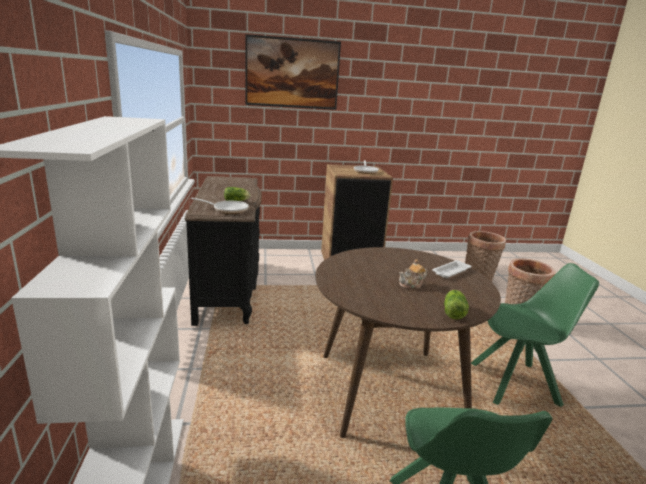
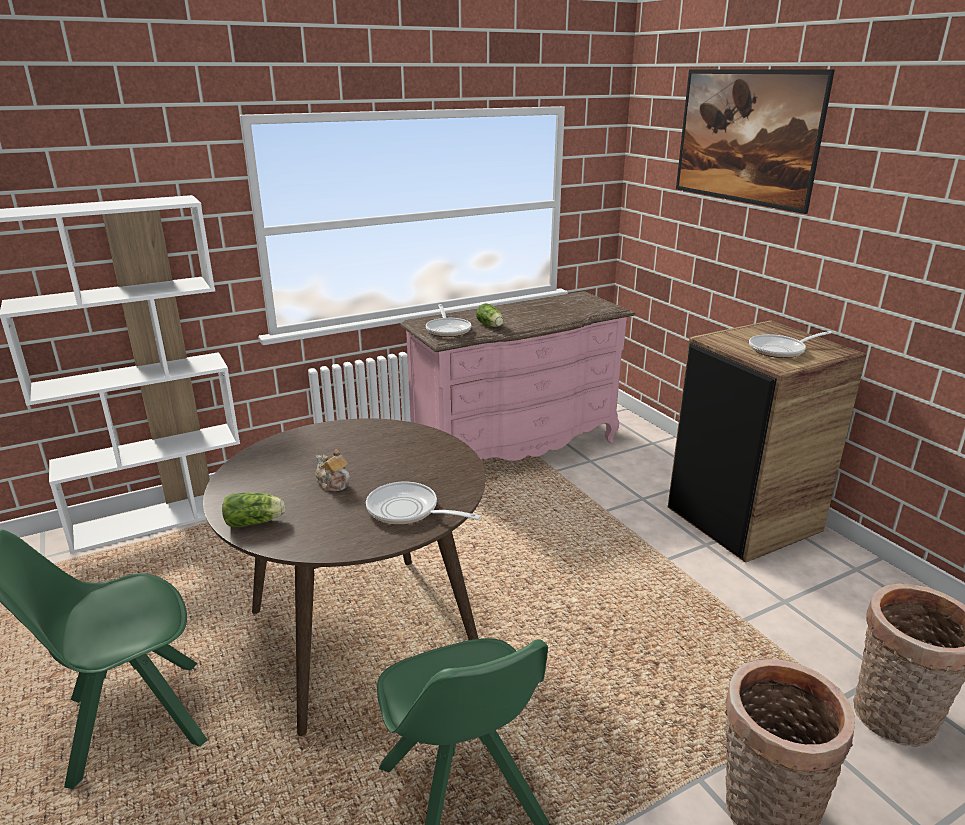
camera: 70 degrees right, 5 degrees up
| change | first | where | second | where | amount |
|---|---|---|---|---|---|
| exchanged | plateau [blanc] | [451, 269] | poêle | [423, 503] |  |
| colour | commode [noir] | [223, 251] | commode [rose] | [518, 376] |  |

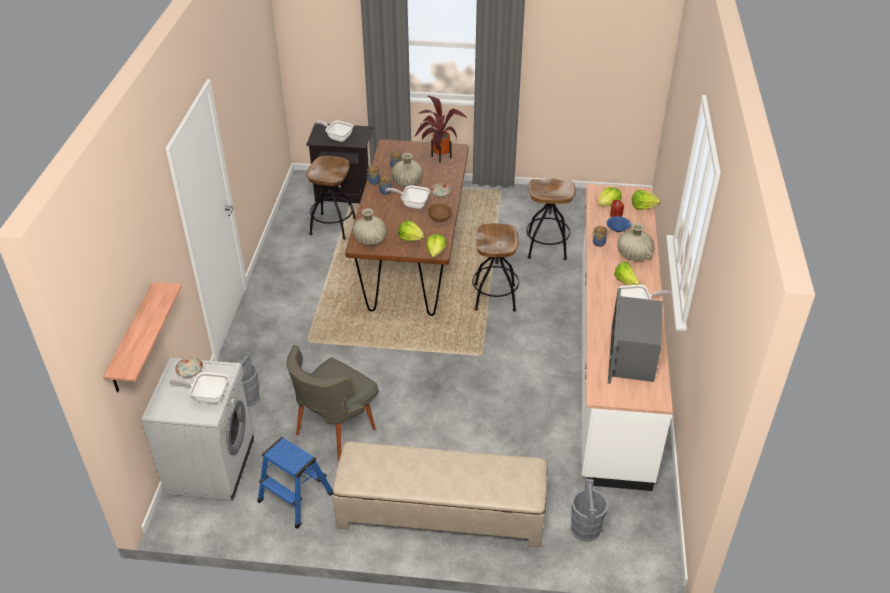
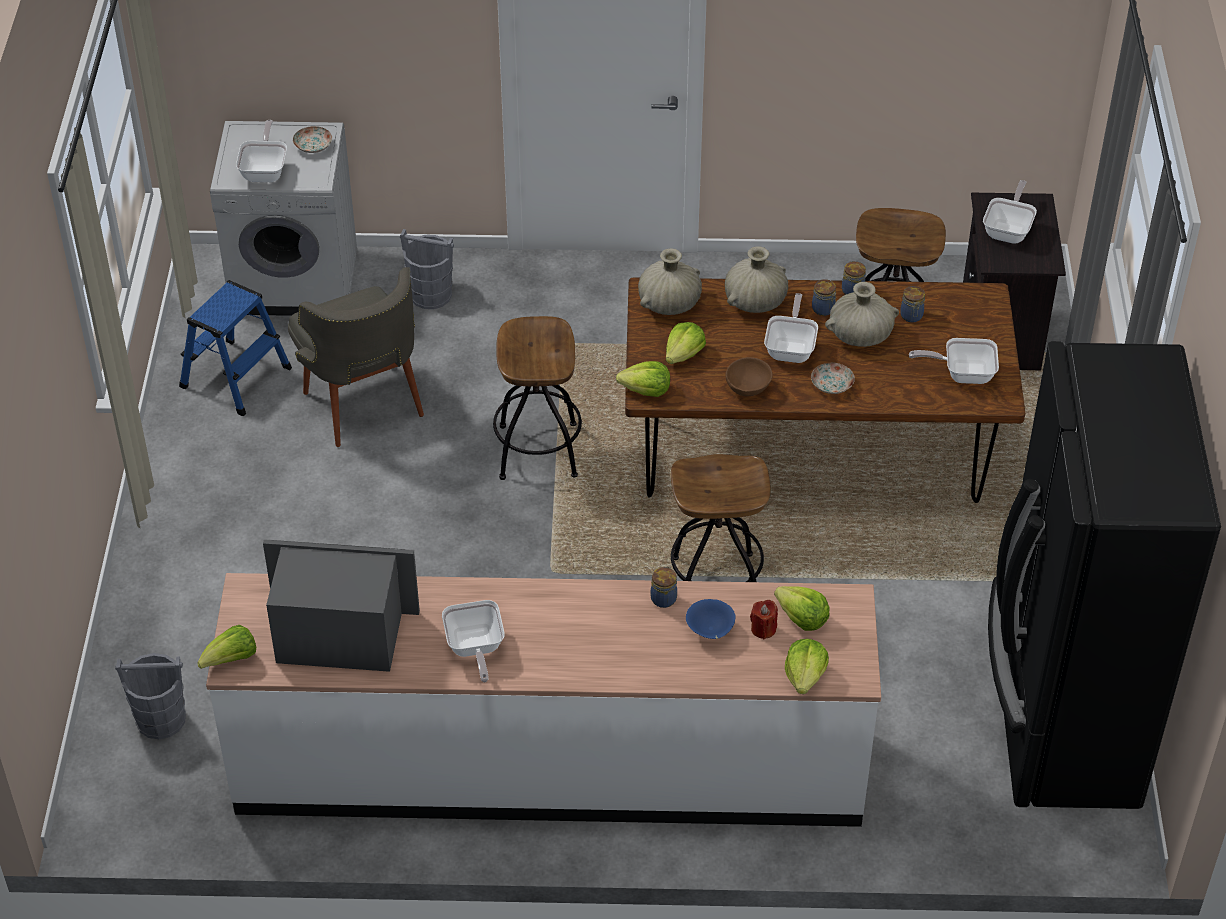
camera: 85 degrees right, 5 degrees up
| change | first | where | second | where | amount |
|---|---|---|---|---|---|
| missing | étagère | [142, 337] |  |  |  |
| missing | banc [beige] | [440, 494] |  |  |  |
| appeared |  |  | réfrigérateur [noir] | [1104, 575] |  |
| relocated | tabouret [marron] | [551, 219] |  | [537, 398] |  |
| relocated | laitue | [627, 273] |  | [226, 647] |  |
| relocated | vase [beige] | [635, 242] |  | [756, 279] |  |
| exchanged | plante en pot | [440, 129] | poêle | [954, 361] |  |
| spun | chaise [gris] | [332, 403] |  | [356, 357] | 150 degrees counterclockwise |

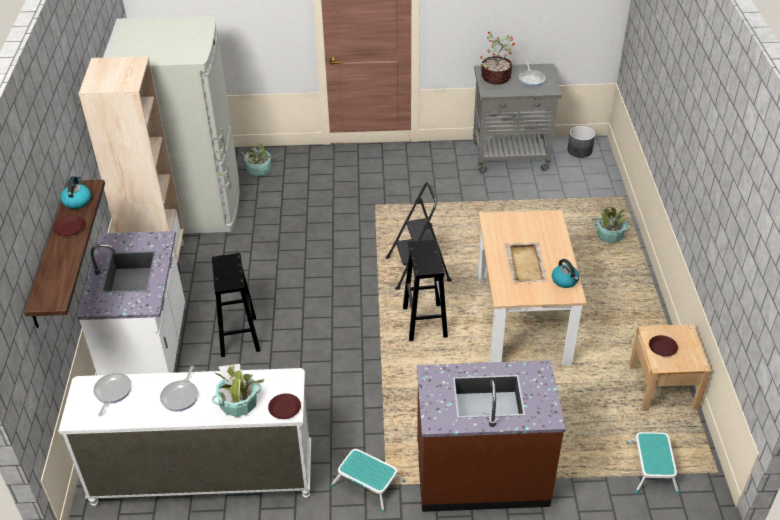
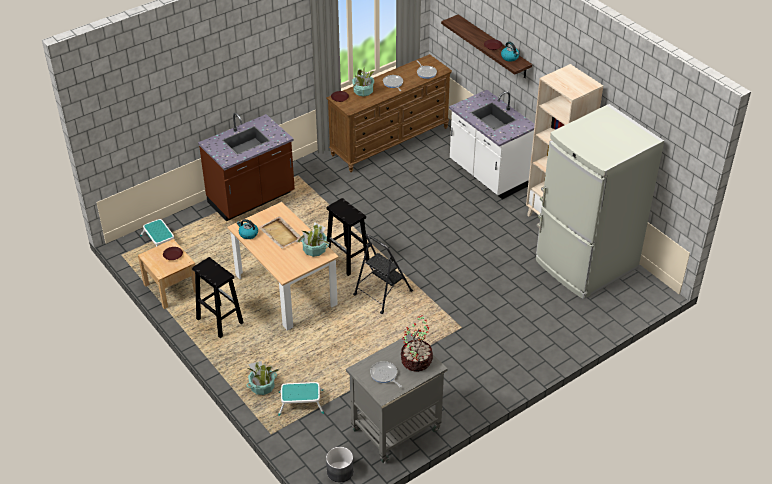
camera: 145 degrees right, 0 degrees up
| change | first | where | second | where | amount |
|---|---|---|---|---|---|
| relocated | tabouret [noir] | [236, 305] |  | [218, 297] |  |
| relocated | plante en pot | [260, 159] |  | [313, 239] |  |
| relocated | escabeau [turquoise] | [368, 481] |  | [301, 399] |  |
| colour | commode [blanc] | [184, 437] | commode [marron] | [389, 113] |  |

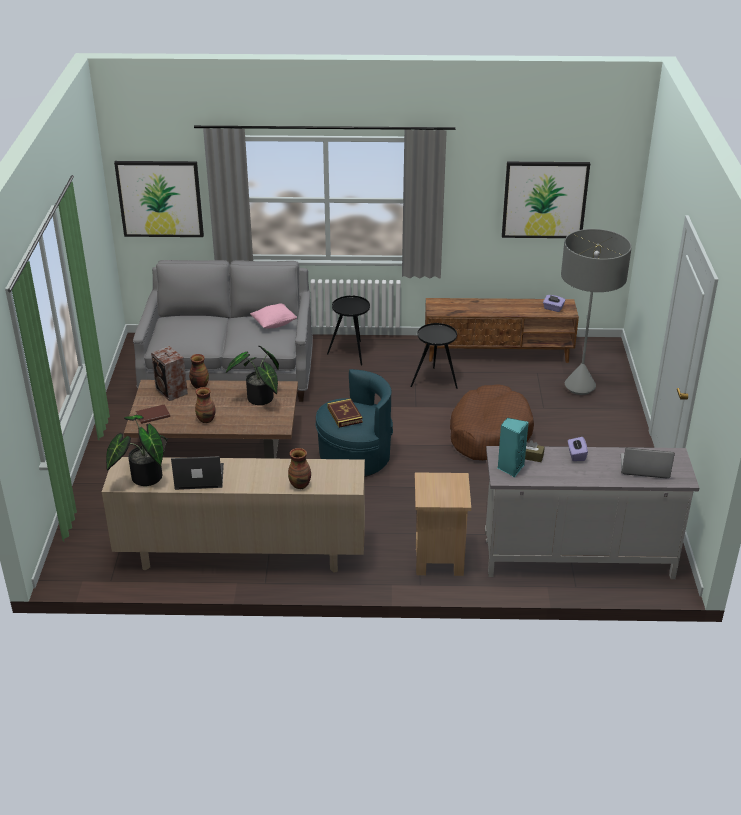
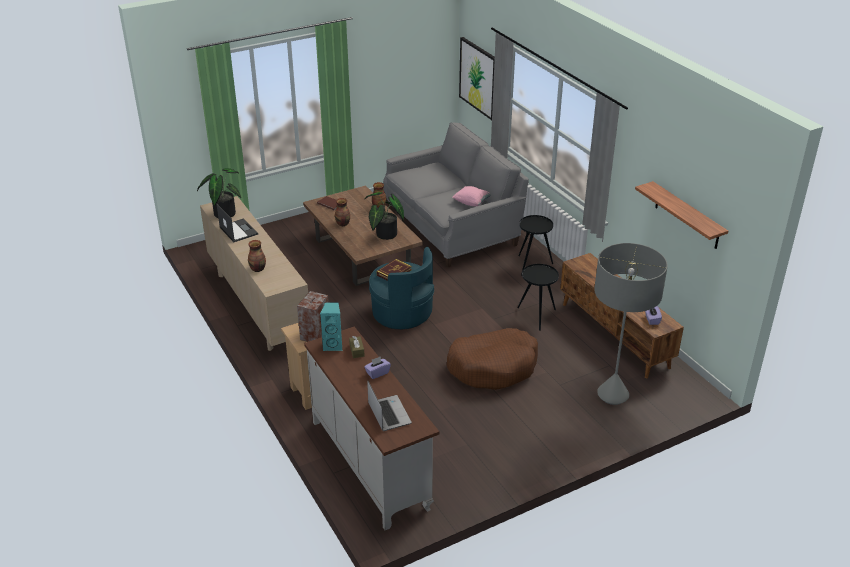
camera: 60 degrees right, 0 degrees up
| change | first | where | second | where | amount |
|---|---|---|---|---|---|
| relocated | enceinte | [169, 373] |  | [313, 316] |  |
| exchanged | tableau | [546, 200] | étagère | [681, 215] |  |
| colour | commode [gris] | [592, 512] | commode [marron] | [371, 428] |  |

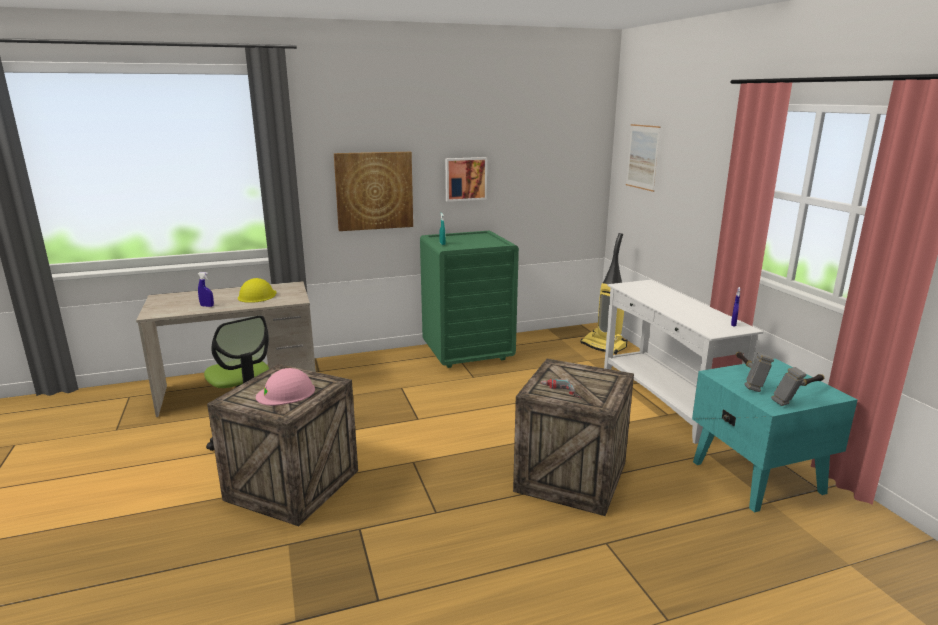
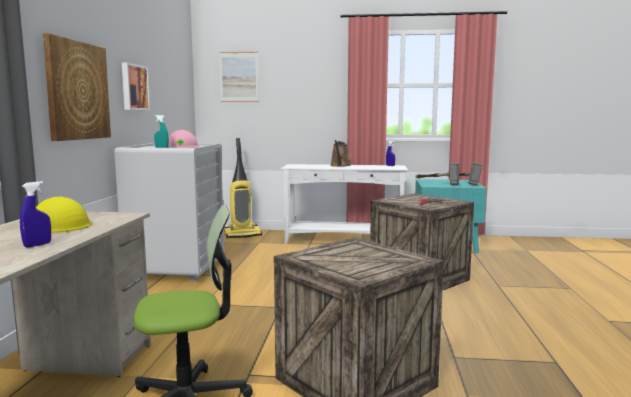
camera: 65 degrees left, 10 degrees down
| change | first | where | second | where | amount |
|---|---|---|---|---|---|
| appeared |  |  | arrosoir [marron] | [340, 153] |  |
| relocated | casque de chantier [rose] | [285, 387] |  | [183, 139] |  |
| colour | commode [vert] | [469, 299] | commode [gris] | [169, 212] |  |

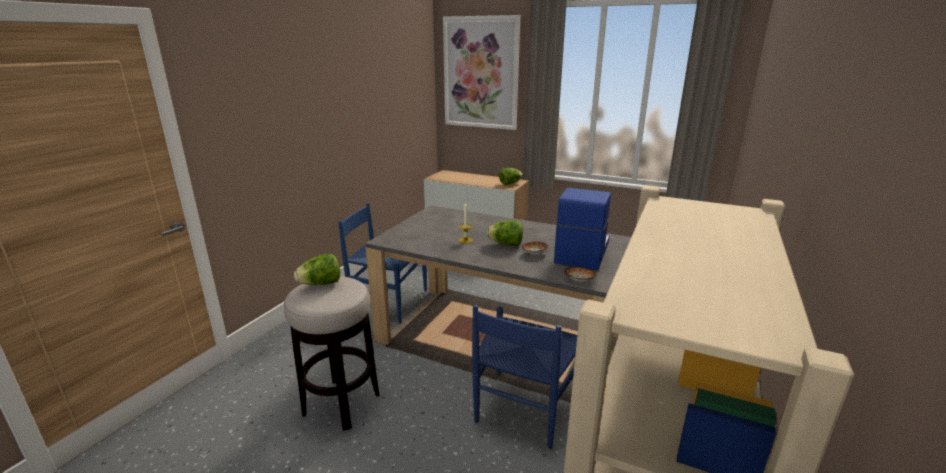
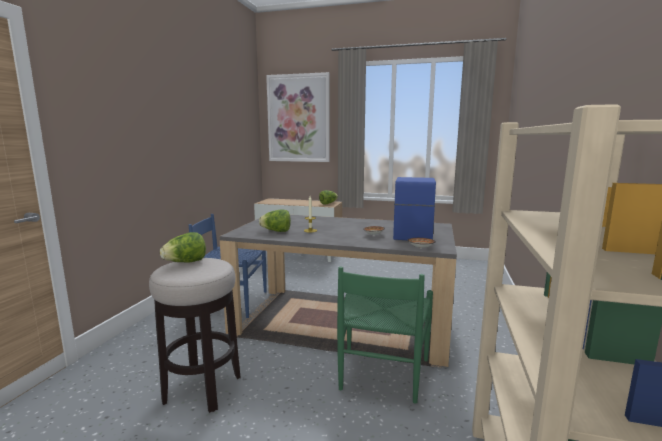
camera: 10 degrees left, 10 degrees down
| change | first | where | second | where | amount |
|---|---|---|---|---|---|
| relocated | laitue | [505, 233] |  | [275, 220] |  |
| colour | chaise [bleu] | [524, 377] | chaise [vert] | [385, 335] |  |

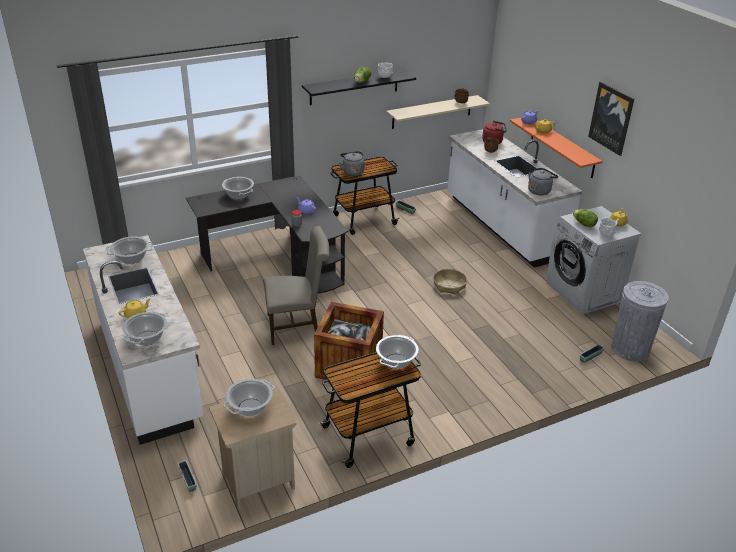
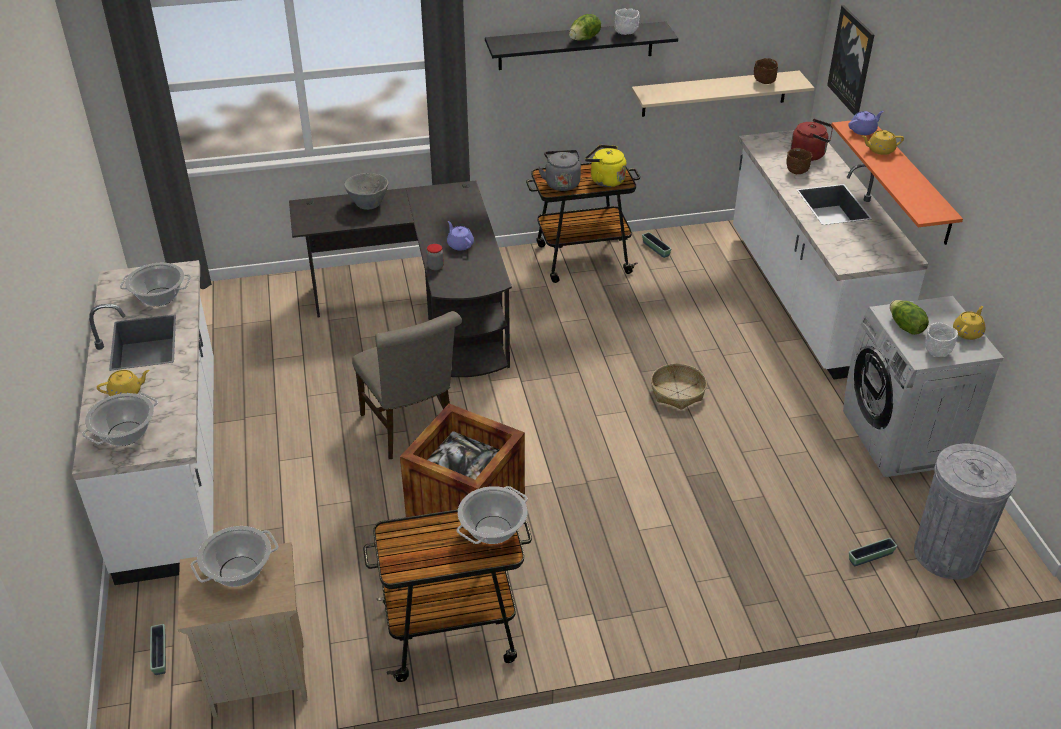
camera: 15 degrees right, 5 degrees up
| change | first | where | second | where | amount |
|---|---|---|---|---|---|
| missing | bouilloire [gris] | [543, 181] |  |  |  |
| appeared |  |  | bouilloire [jaune] | [606, 166] |  |
| relocated | tableau | [611, 119] |  | [850, 60] |  |
| exchanged | marmite | [238, 188] | bol [gris] | [366, 191] |  |
| spun | chaise [beige] | [296, 285] |  | [407, 385] | 60 degrees clockwise |

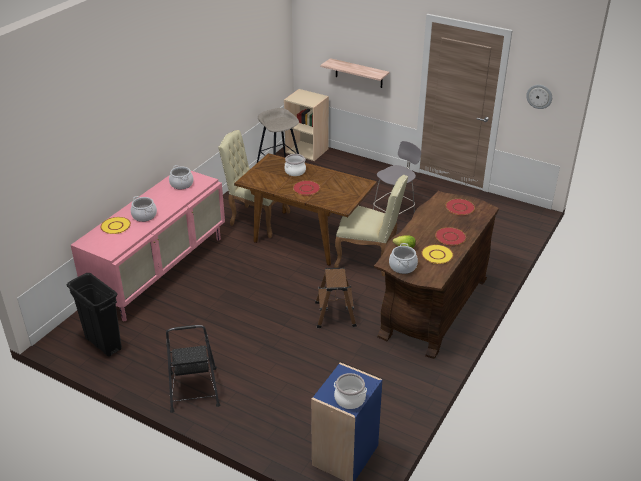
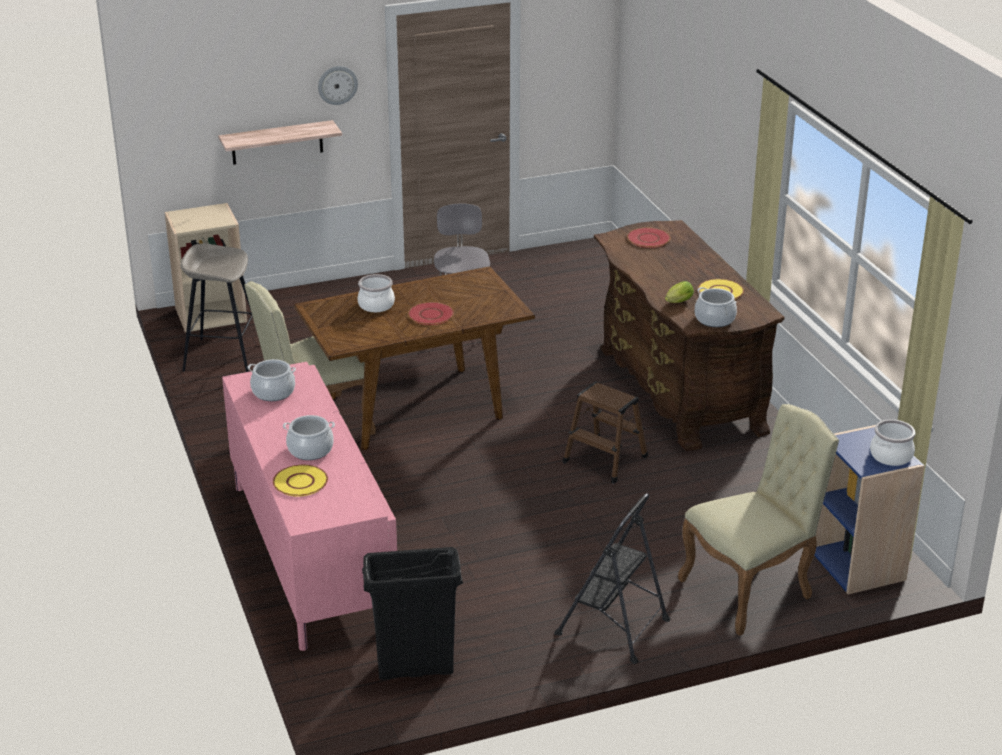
camera: 50 degrees left, 5 degrees down
| change | first | where | second | where | amount |
|---|---|---|---|---|---|
| missing | assiette [rouge] | [450, 236] |  |  |  |
| relocated | chaise [beige] | [371, 225] |  | [758, 520] |  |
| relocated | horloge murale | [539, 97] |  | [338, 85] |  |

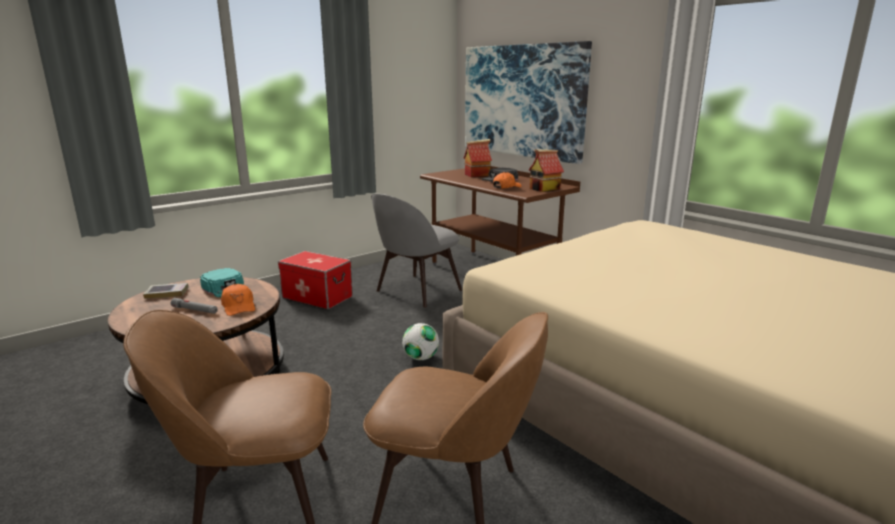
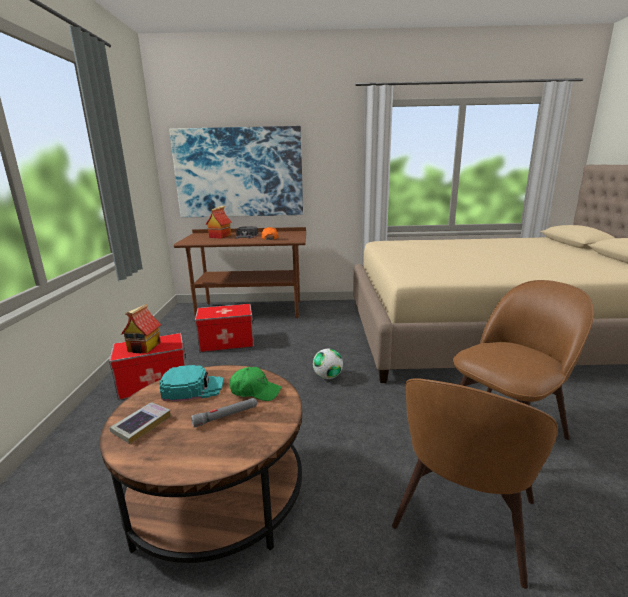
camera: 50 degrees left, 0 degrees up
| change | first | where | second | where | amount |
|---|---|---|---|---|---|
| relocated | maison miniature | [546, 170] |  | [141, 328] |  |
| exchanged | chaise [gris] | [416, 251] | boîte de rangement | [224, 328] |  |
| colour | casquette [orange] | [238, 300] | casquette [vert] | [255, 384] |  |

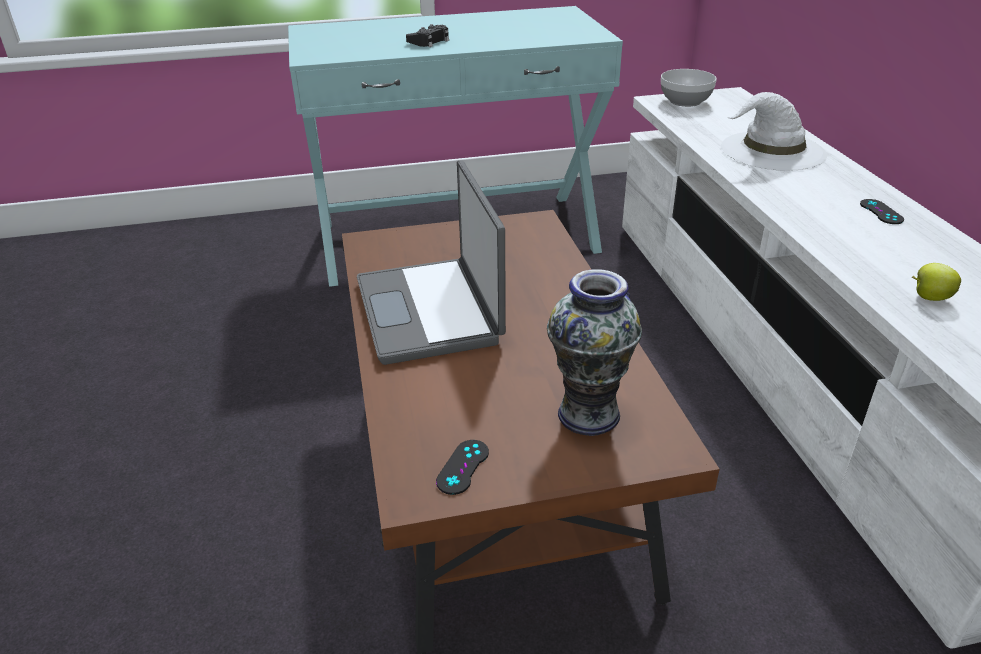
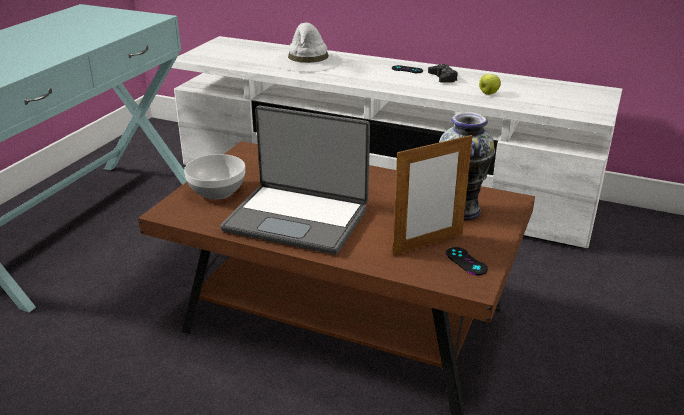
camera: 55 degrees left, 5 degrees down
| change | first | where | second | where | amount |
|---|---|---|---|---|---|
| appeared |  |  | cadre photo | [433, 194] |  |
| relocated | manette [noir] | [427, 35] |  | [443, 73] |  |
| relocated | bol | [689, 88] |  | [214, 177] |  |

